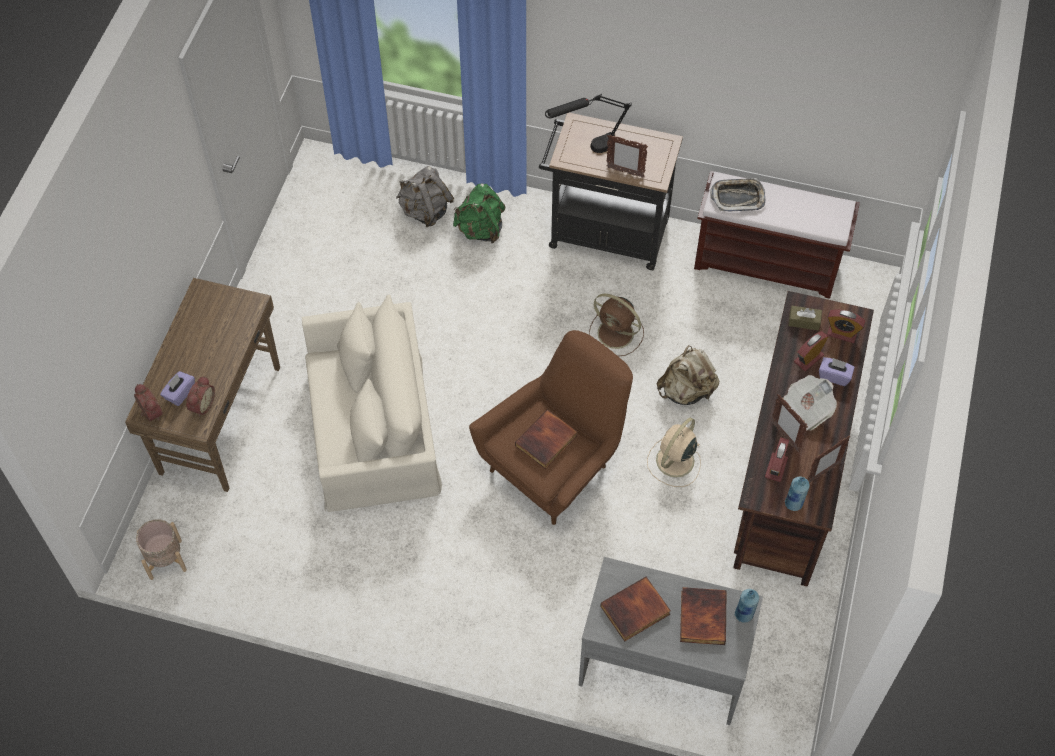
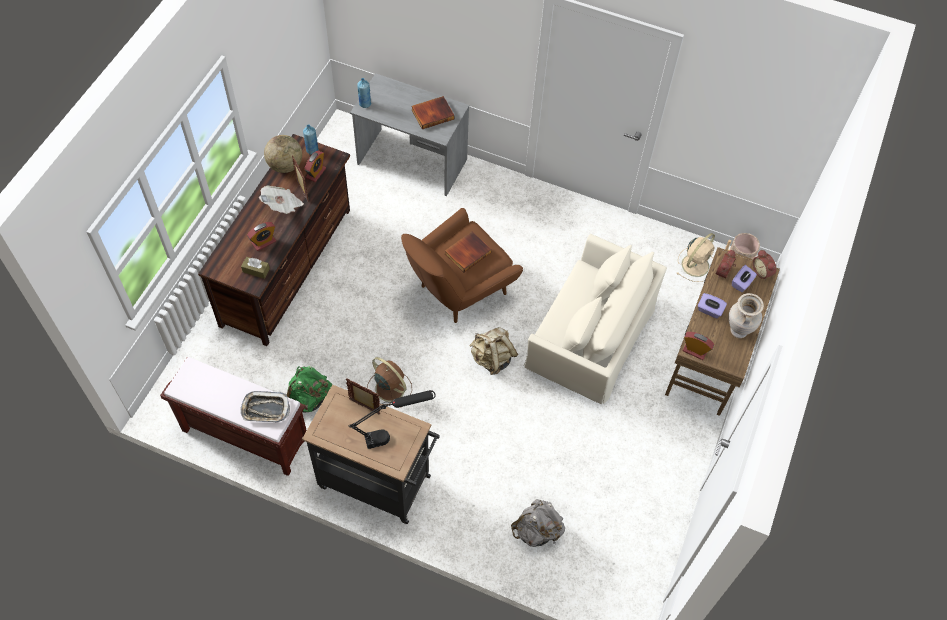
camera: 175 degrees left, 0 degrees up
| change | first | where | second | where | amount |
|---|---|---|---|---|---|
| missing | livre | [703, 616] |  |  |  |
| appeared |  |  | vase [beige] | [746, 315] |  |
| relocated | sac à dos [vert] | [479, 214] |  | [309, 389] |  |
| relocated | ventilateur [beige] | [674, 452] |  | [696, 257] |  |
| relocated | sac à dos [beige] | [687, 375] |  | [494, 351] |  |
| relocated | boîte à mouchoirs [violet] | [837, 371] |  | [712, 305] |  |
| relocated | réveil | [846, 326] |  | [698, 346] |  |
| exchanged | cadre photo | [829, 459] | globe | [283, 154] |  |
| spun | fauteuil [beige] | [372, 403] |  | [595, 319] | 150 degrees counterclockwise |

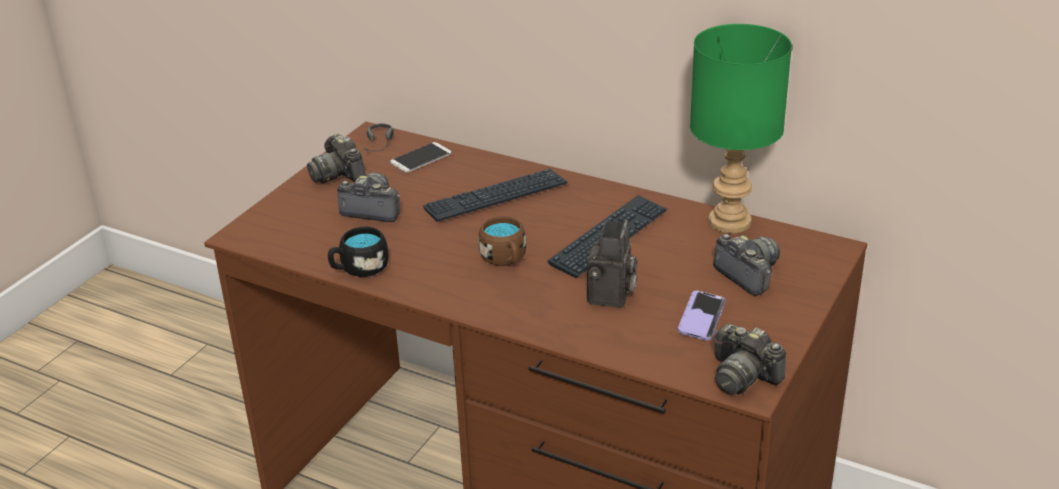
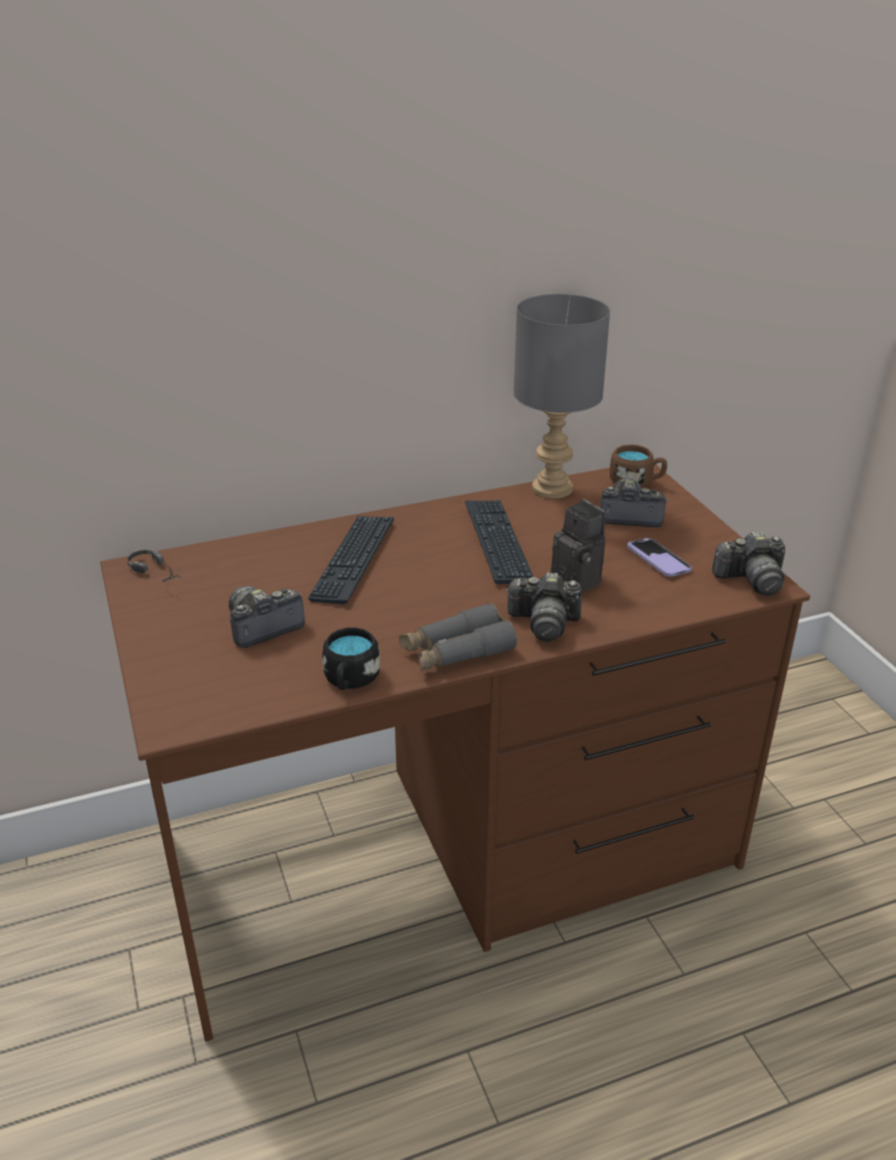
camera: 50 degrees left, 0 degrees up
| change | first | where | second | where | amount |
|---|---|---|---|---|---|
| missing | téléphone | [420, 157] |  |  |  |
| appeared |  |  | jumelles [gris] | [458, 637] |  |
| relocated | appareil photo | [336, 159] |  | [544, 606] |  |
| relocated | mug [marron] | [502, 241] |  | [638, 465] |  |
| colour | lampe de table [vert] | [741, 129] | lampe de table [gris] | [561, 396] |  |

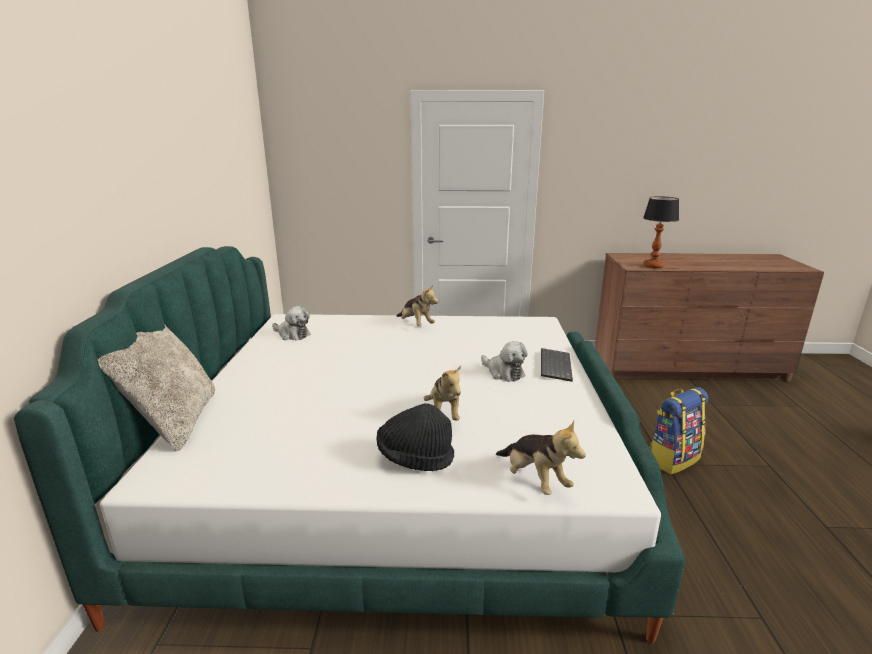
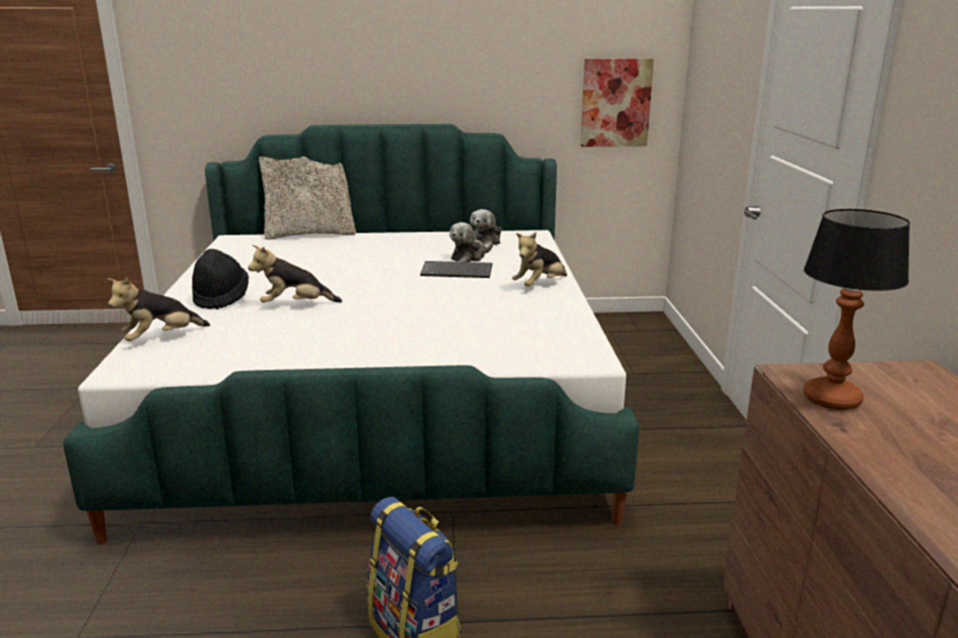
camera: 85 degrees right, 0 degrees up
| change | first | where | second | where | amount |
|---|---|---|---|---|---|
| appeared |  |  | tableau | [617, 102] |  |
| relocated | peluche | [504, 361] |  | [471, 242] |  |
| relocated | clavier | [557, 365] |  | [456, 269] |  |

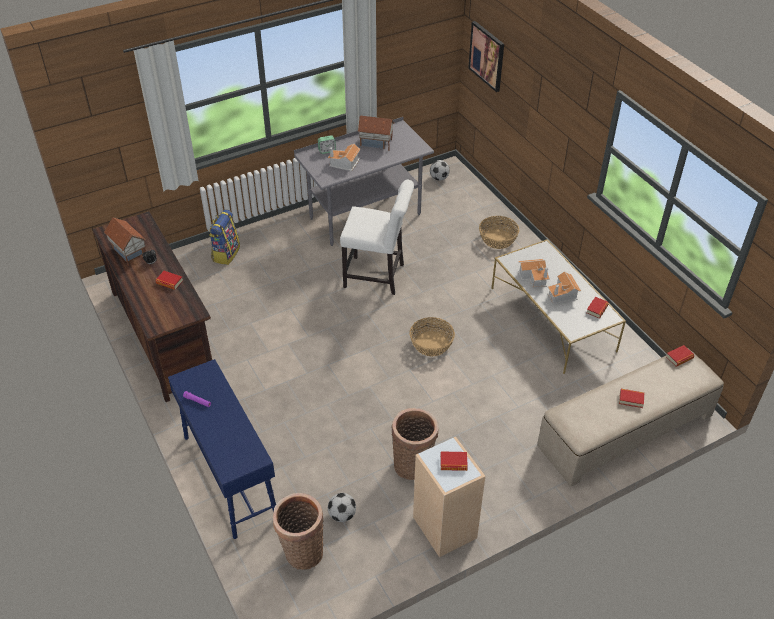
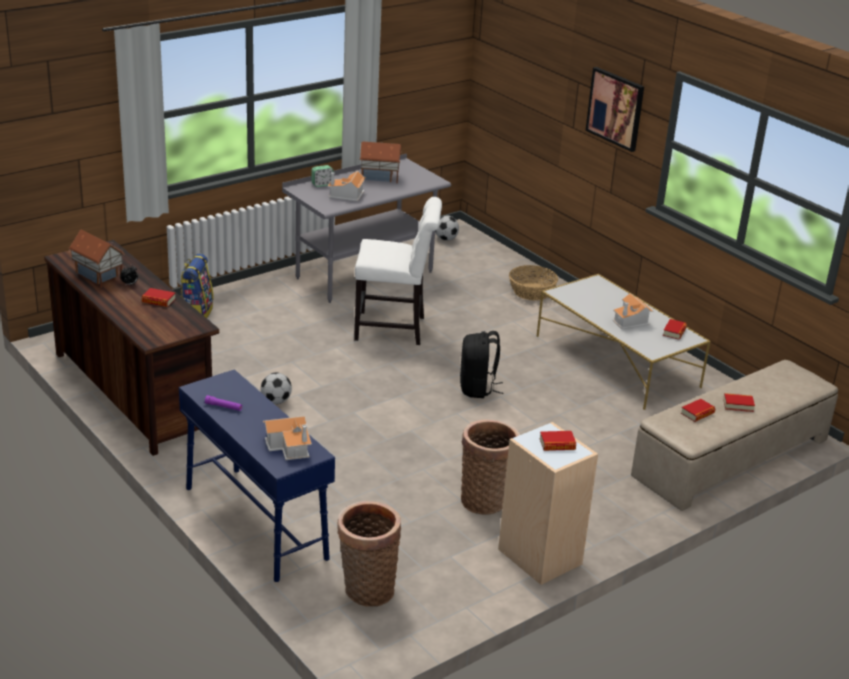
camera: 10 degrees left, 15 degrees down
| change | first | where | second | where | amount |
|---|---|---|---|---|---|
| relocated | ballon de foot | [342, 507] |  | [276, 388] |  |
| relocated | tableau | [486, 56] |  | [614, 109] |  |
| relocated | maison miniature | [534, 273] |  | [287, 438] |  |
| relocated | livre | [680, 355] |  | [698, 410] |  |
| exchanged | panier | [432, 336] | sac à dos [noir] | [482, 364] |  |

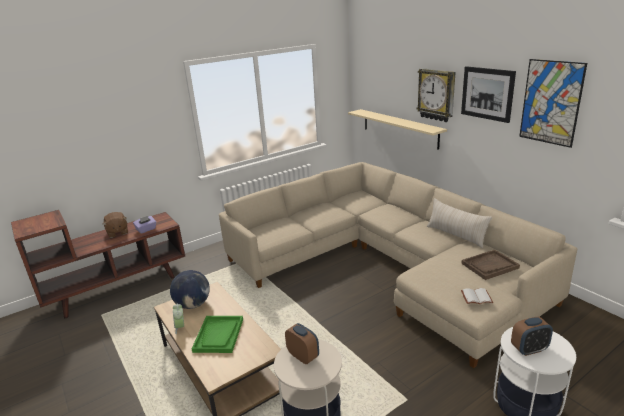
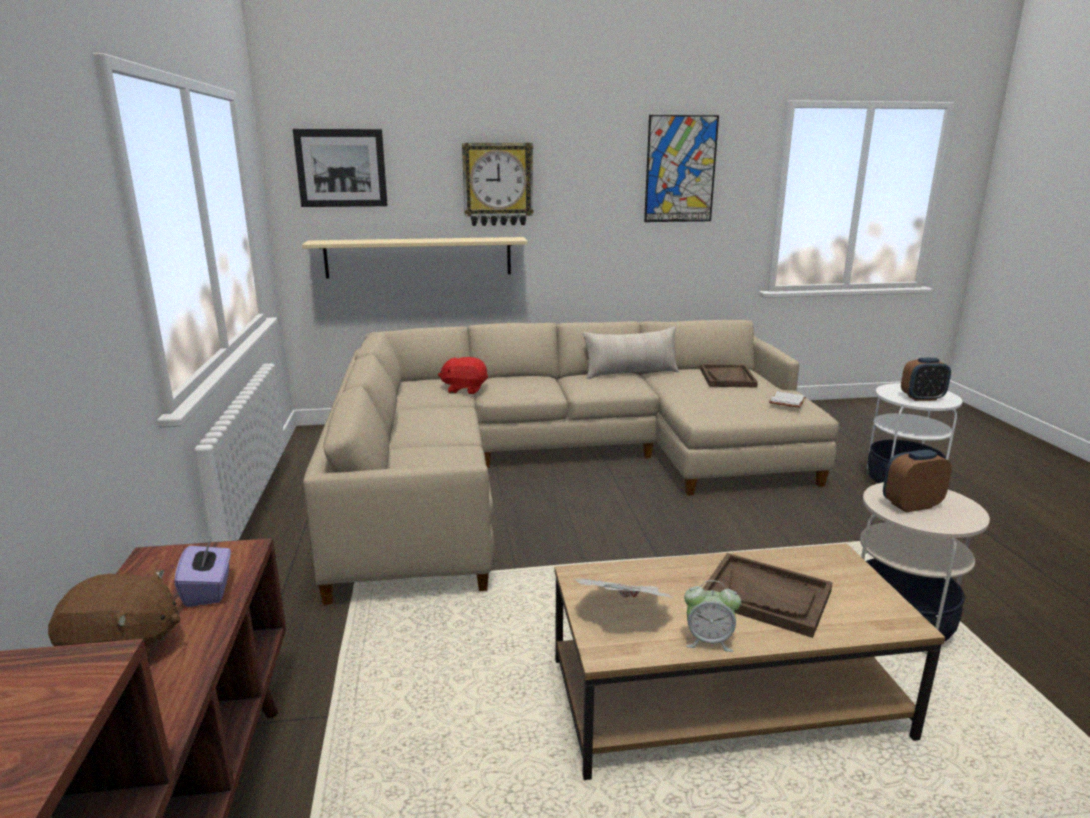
camera: 65 degrees left, 5 degrees down
| change | first | where | second | where | amount |
|---|---|---|---|---|---|
| appeared |  |  | peluche [rouge] | [463, 375] |  |
| relocated | tableau | [488, 94] |  | [340, 168] |  |
| exchanged | globe | [190, 289] | journal | [625, 588] |  |
| colour | plateau [vert] | [217, 334] | plateau [marron] | [768, 595] |  |
| spun | réveil | [532, 336] |  | [926, 379] | 75 degrees clockwise |

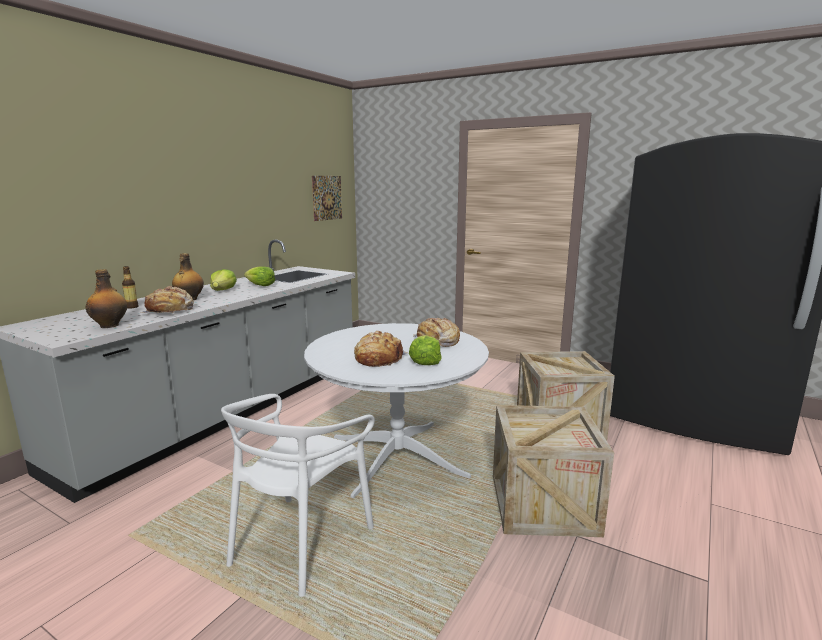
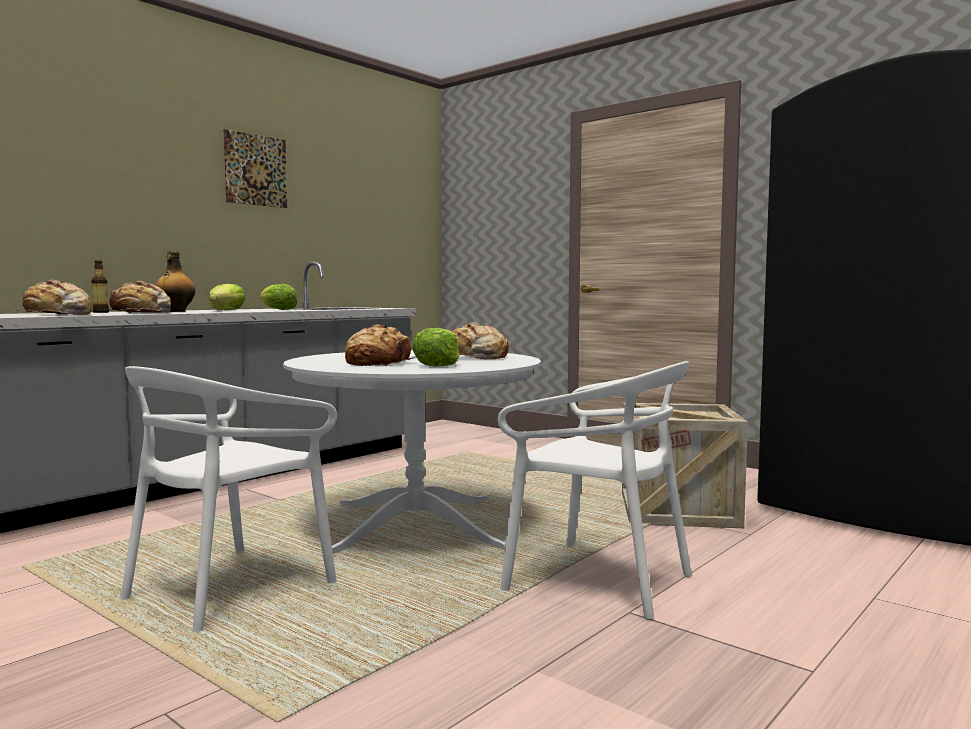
camera: 10 degrees right, 10 degrees down
| change | first | where | second | where | amount |
|---|---|---|---|---|---|
| relocated | tableau | [327, 198] |  | [255, 168] |  |
| exchanged | bouteille | [106, 298] | pain | [53, 297] |  |
| exchanged | caisse | [553, 471] | chaise [blanc] | [595, 490] |  |

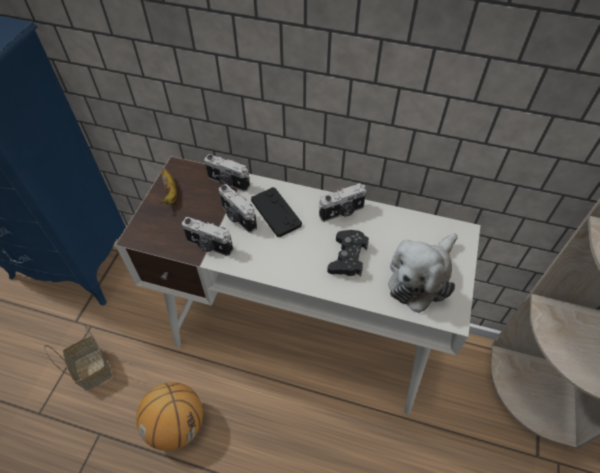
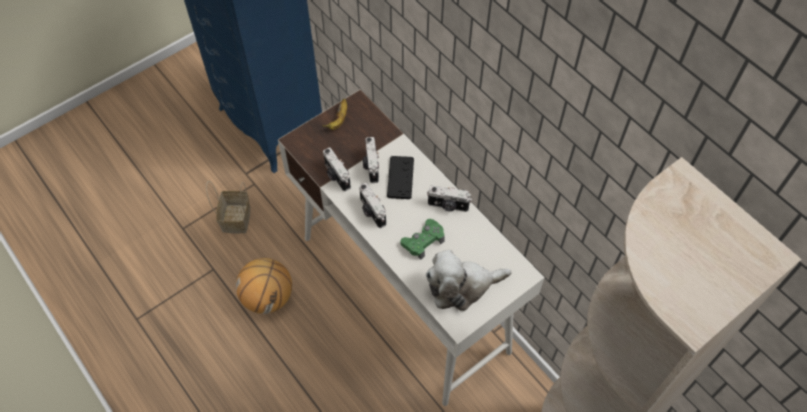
camera: 35 degrees right, 5 degrees up
| change | first | where | second | where | amount |
|---|---|---|---|---|---|
| relocated | appareil photo | [227, 173] |  | [372, 205] |  |
| colour | manette [noir] | [348, 253] | manette [vert] | [422, 239] |  |

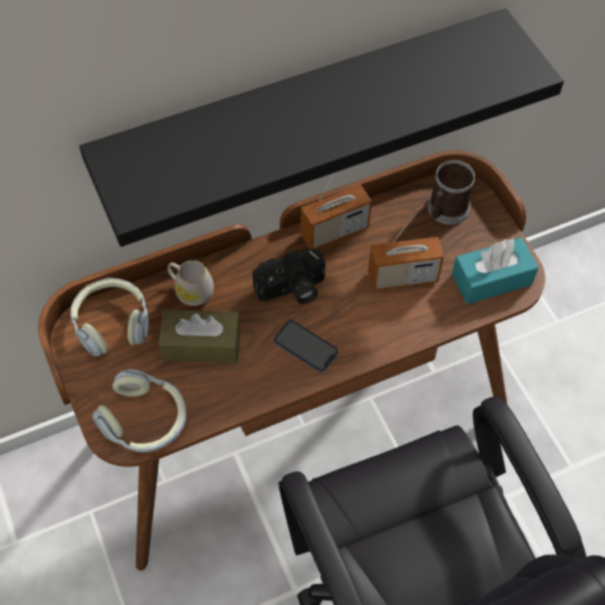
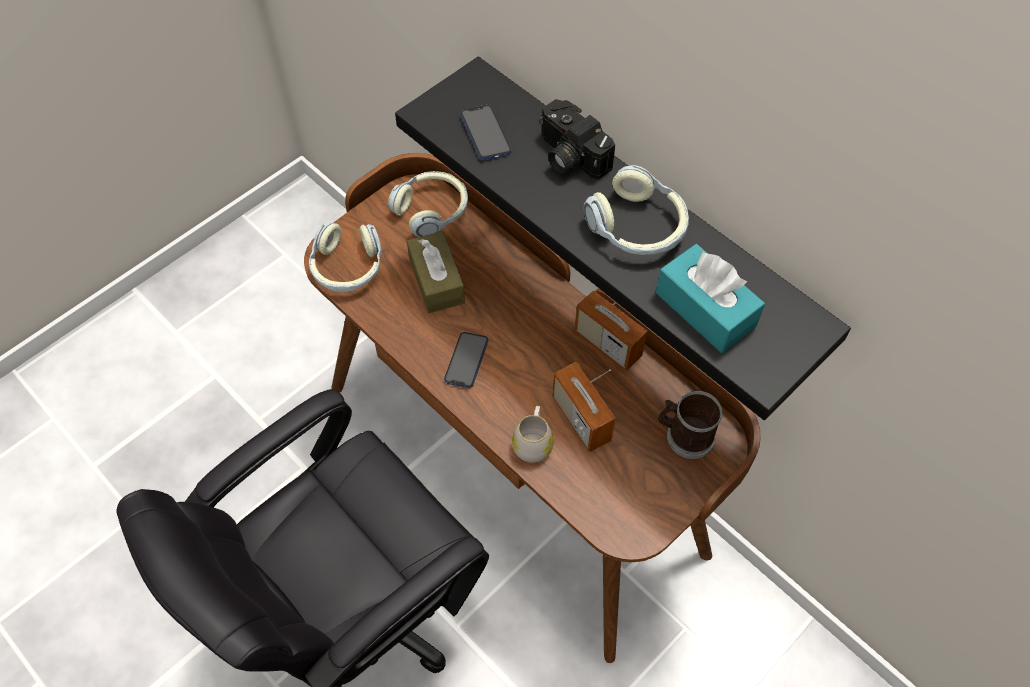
camera: 70 degrees right, 0 degrees up
| change | first | where | second | where | amount |
|---|---|---|---|---|---|
| appeared |  |  | téléphone | [486, 132] |  |
| appeared |  |  | casque audio | [636, 210] |  |
| relocated | mug [blanc] | [190, 283] |  | [533, 434] |  |
| relocated | appareil photo | [288, 276] |  | [577, 139] |  |
| relocated | boîte à mouchoirs [turquoise] | [495, 271] |  | [710, 298] |  |

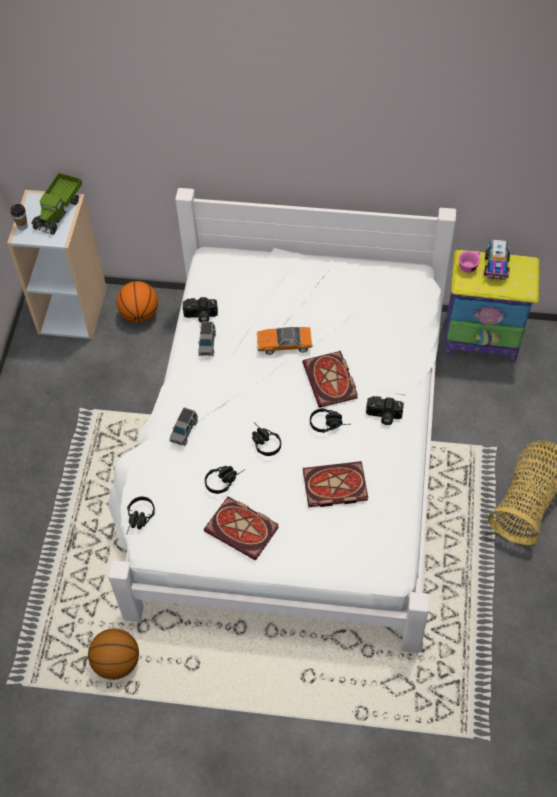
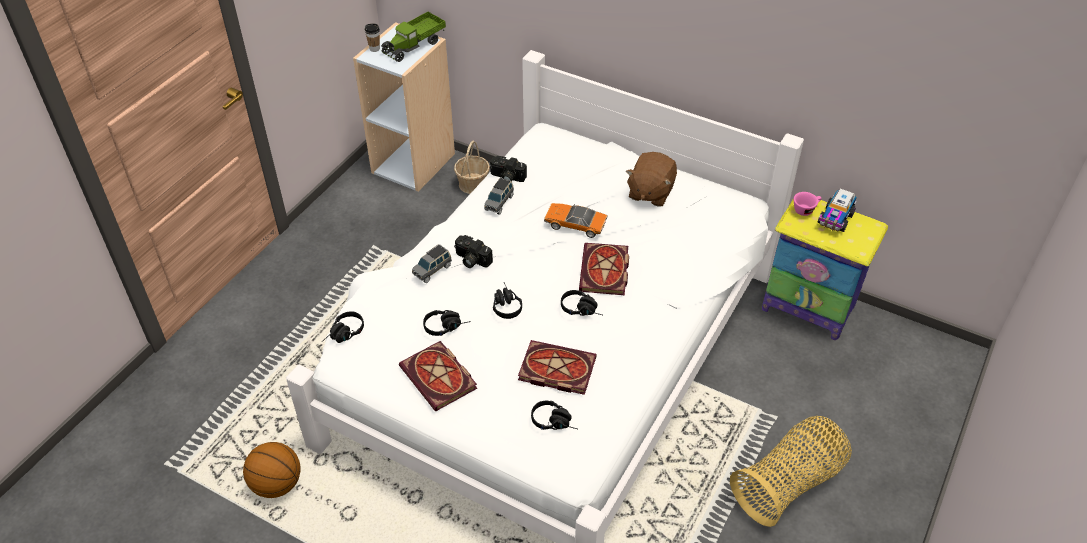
camera: 20 degrees right, 10 degrees down
| change | first | where | second | where | amount |
|---|---|---|---|---|---|
| appeared |  |  | casque audio [noir] | [554, 415] |  |
| appeared |  |  | peluche [marron] | [651, 179] |  |
| relocated | appareil photo | [385, 410] |  | [473, 251] |  |
| exchanged | ballon de basket | [137, 302] | panier | [472, 167] |  |

